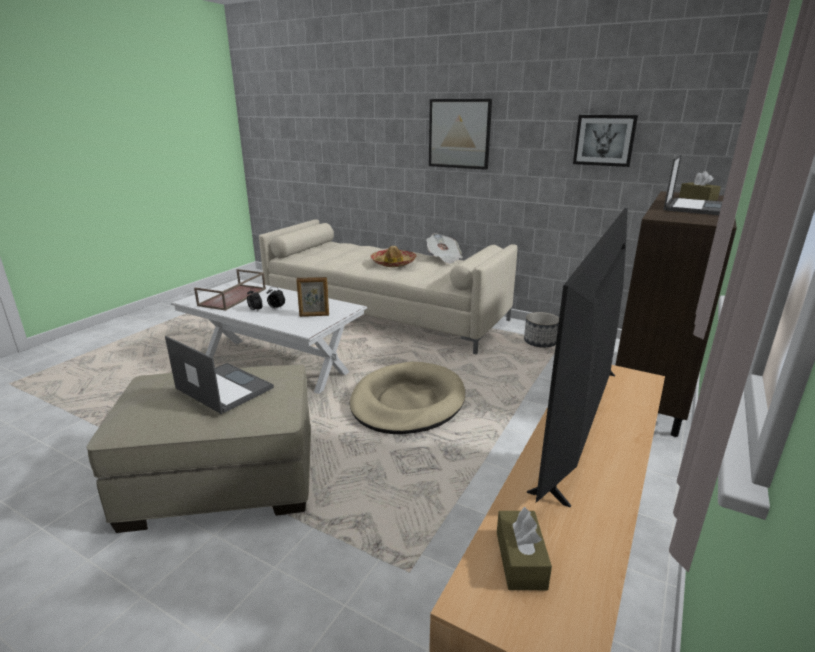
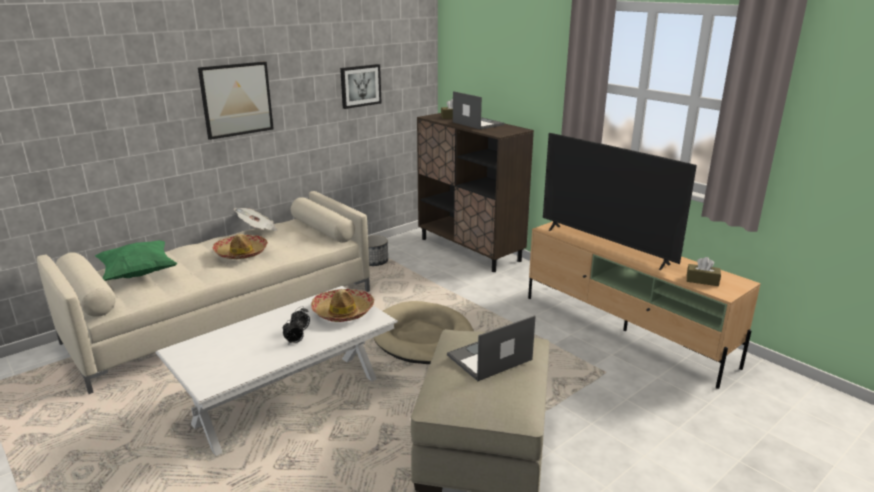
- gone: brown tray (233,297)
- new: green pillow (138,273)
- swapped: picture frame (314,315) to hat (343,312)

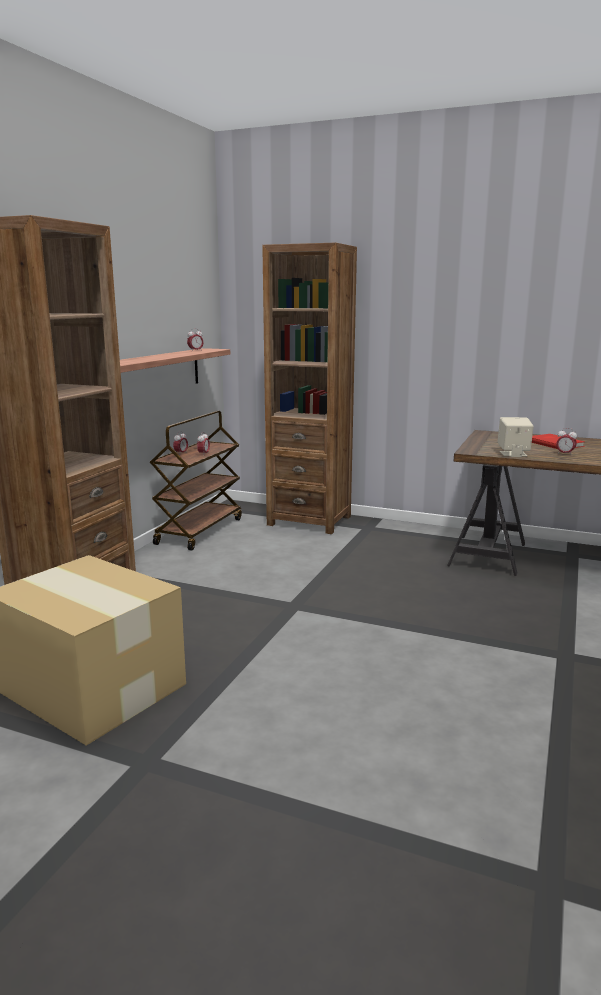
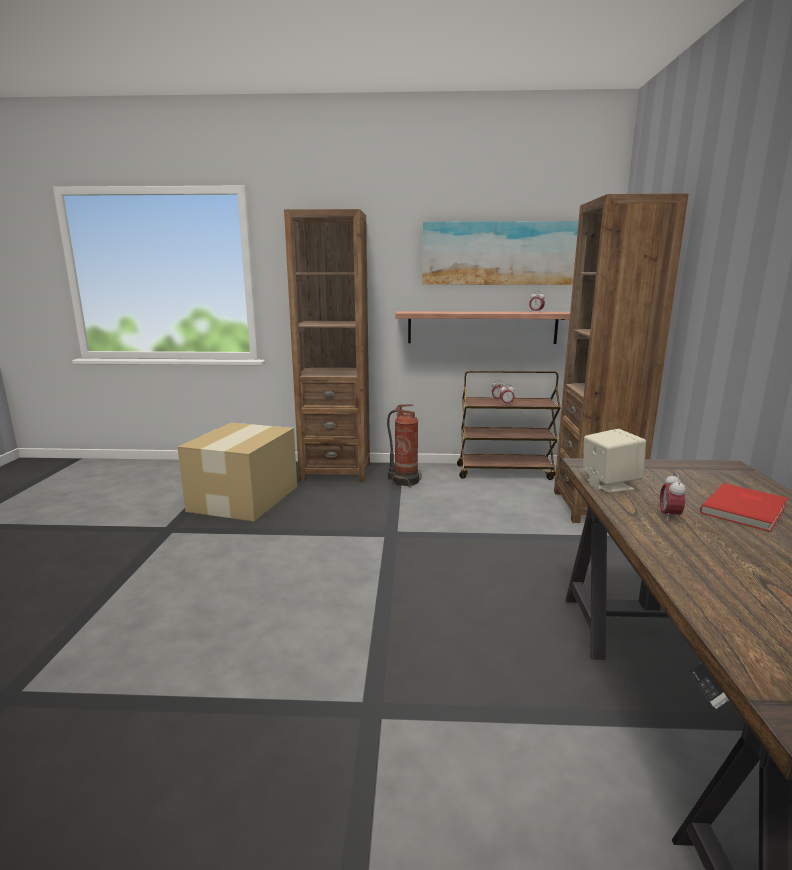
- new: fire extinguisher (404,481)
- new: picture (510,253)

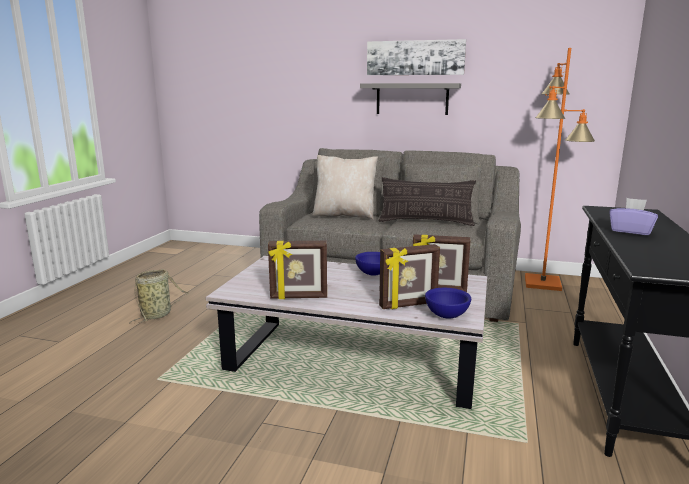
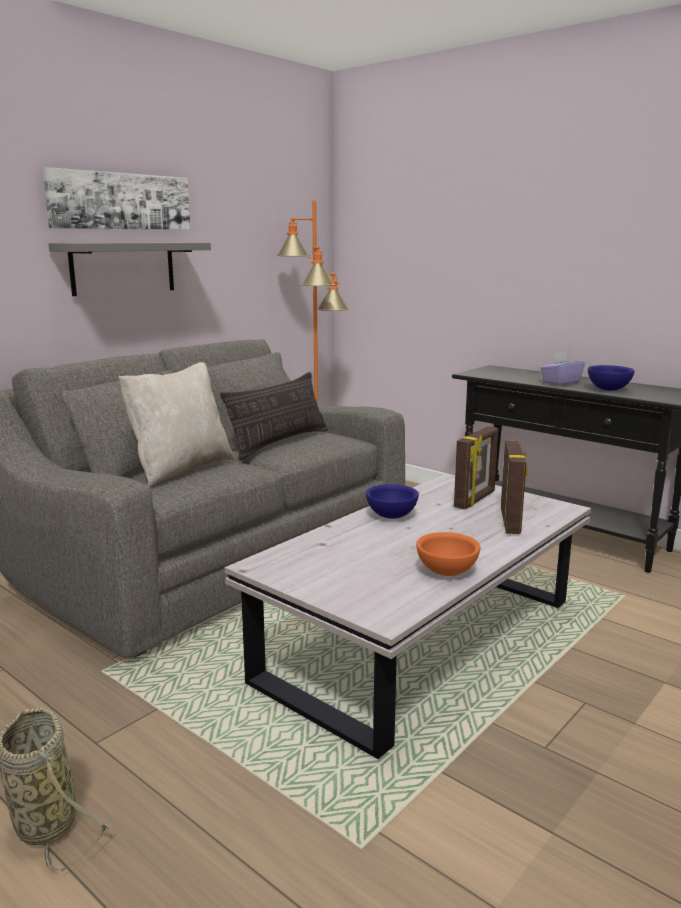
- shifted: blue bowl (446,316) to (609,390)
- swapped: picture frame (298,297) to orange bowl (446,571)

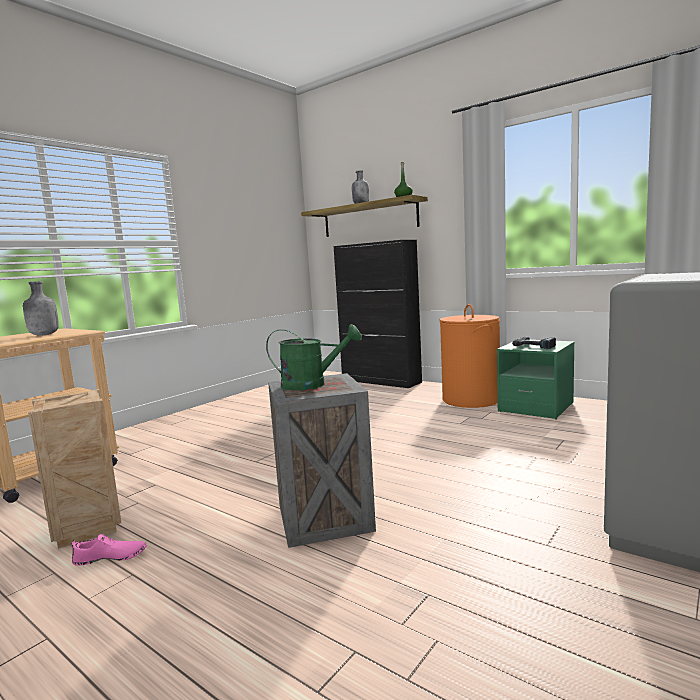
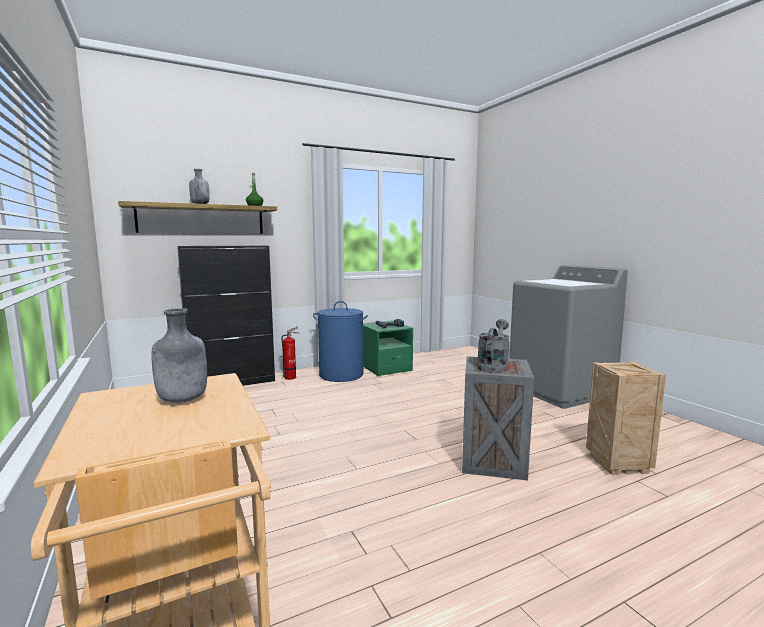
- gone: pink shoe (110,558)
- new: fire extinguisher (291,377)
- shifted: crate (86,528) to (617,464)
- repainted: green watering can (312,384) to grey watering can (493,365)
- repainted: orange laundry basket (470,400) to blue laundry basket (341,375)

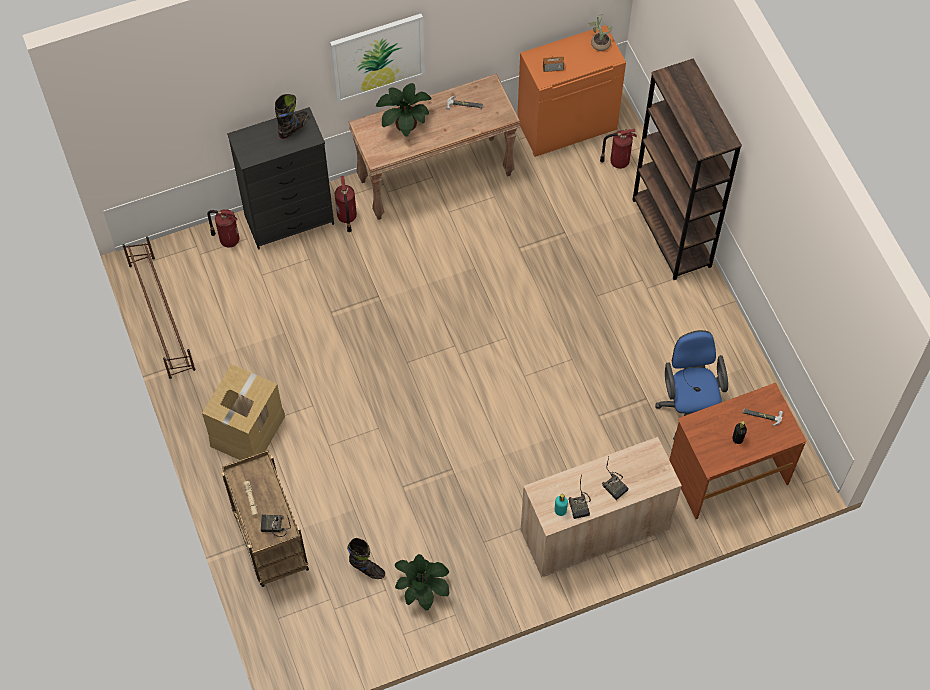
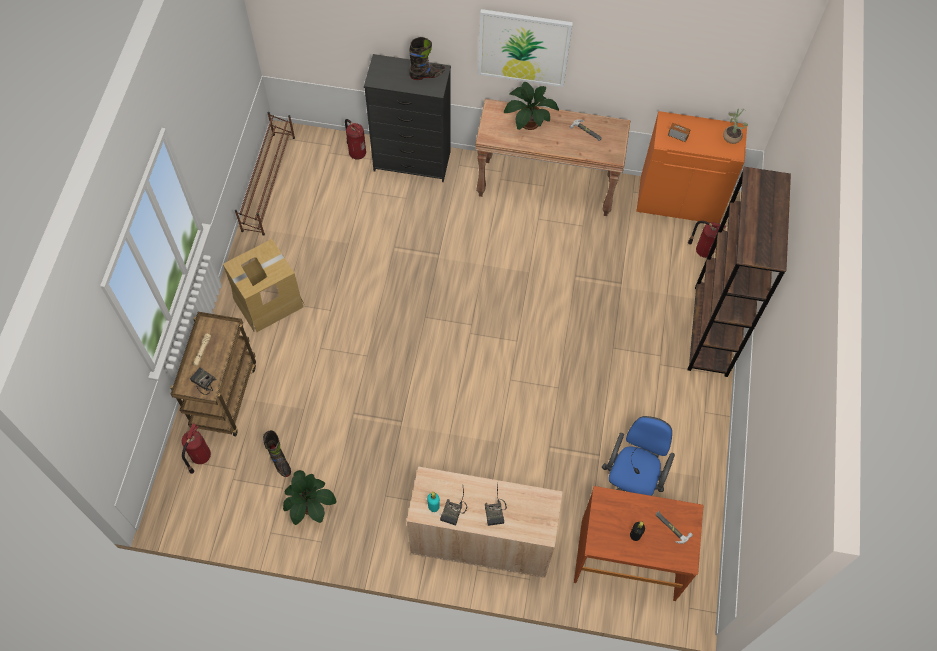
- shifted: fire extinguisher (347,217) to (200,457)

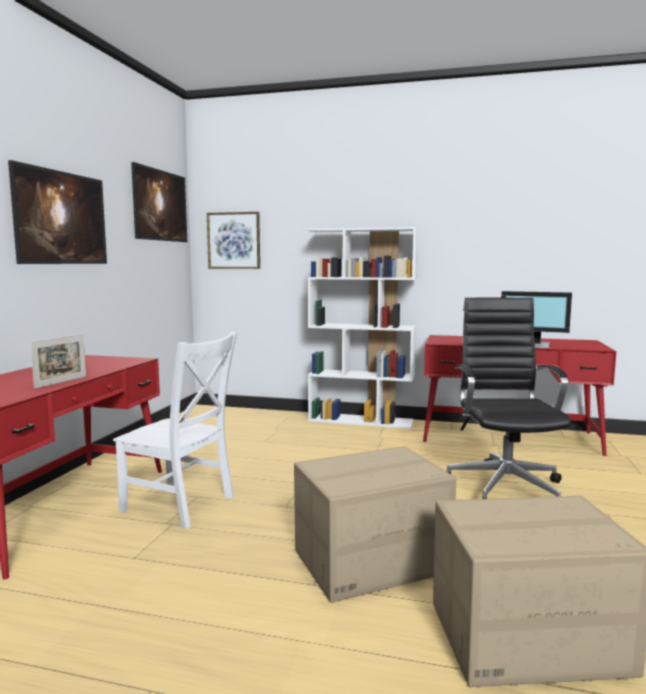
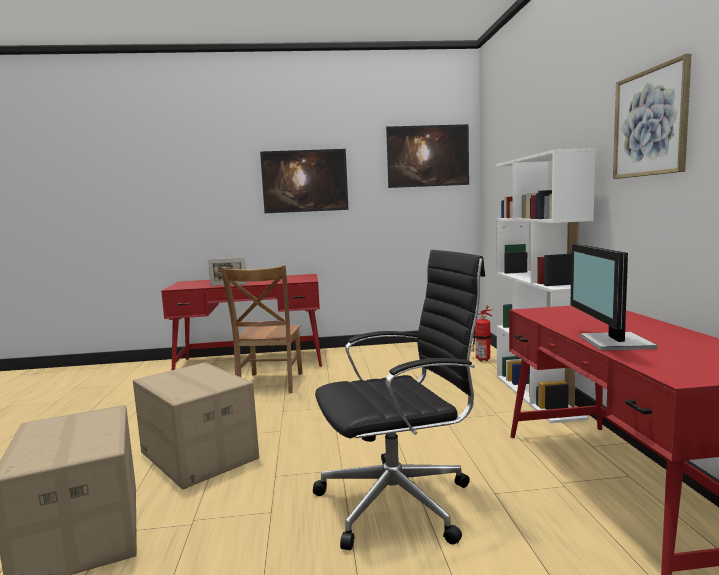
- new: fire extinguisher (481,359)
- shifted: picture (234,240) to (650,123)
- repainted: white chair (181,505) to brown chair (269,384)

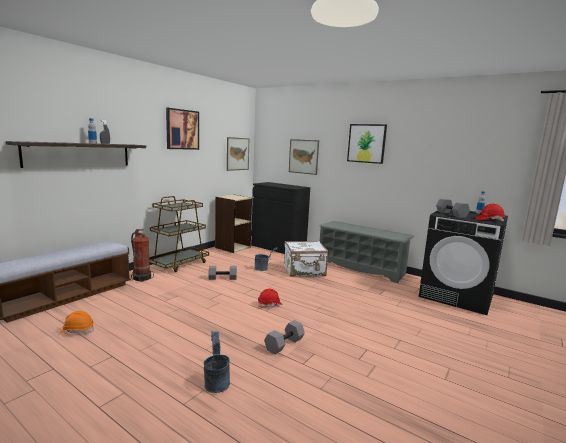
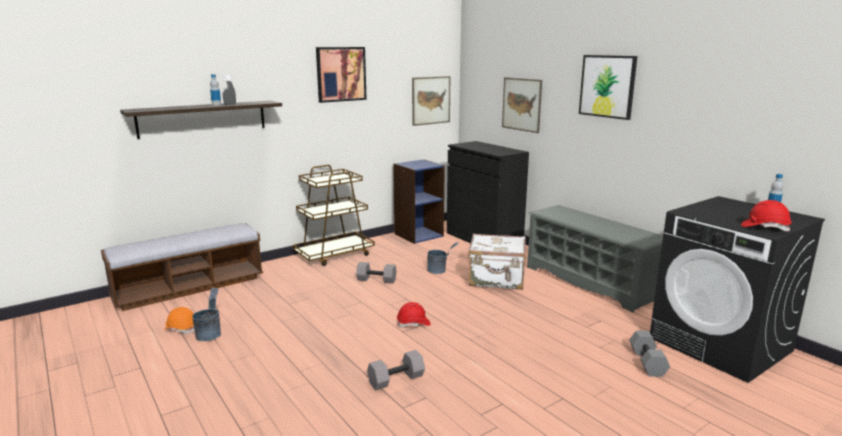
- gone: fire extinguisher (141,278)
- shifted: grey bucket (216,381) to (210,333)
- shifted: grey dumbbell (450,214) to (646,362)
- repainted: beige bookcase (232,247) to blue bookcase (418,235)

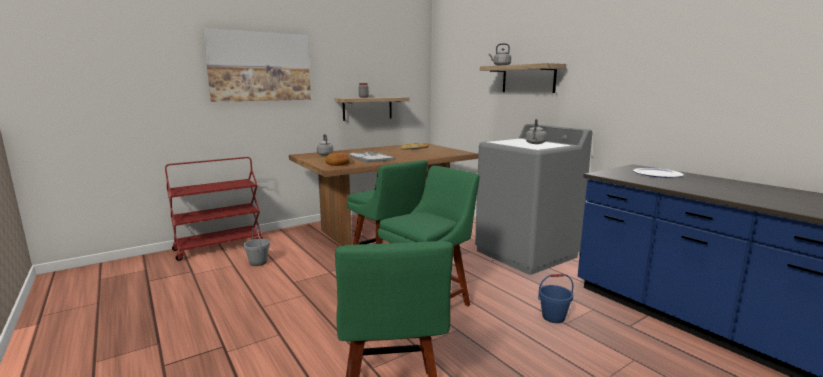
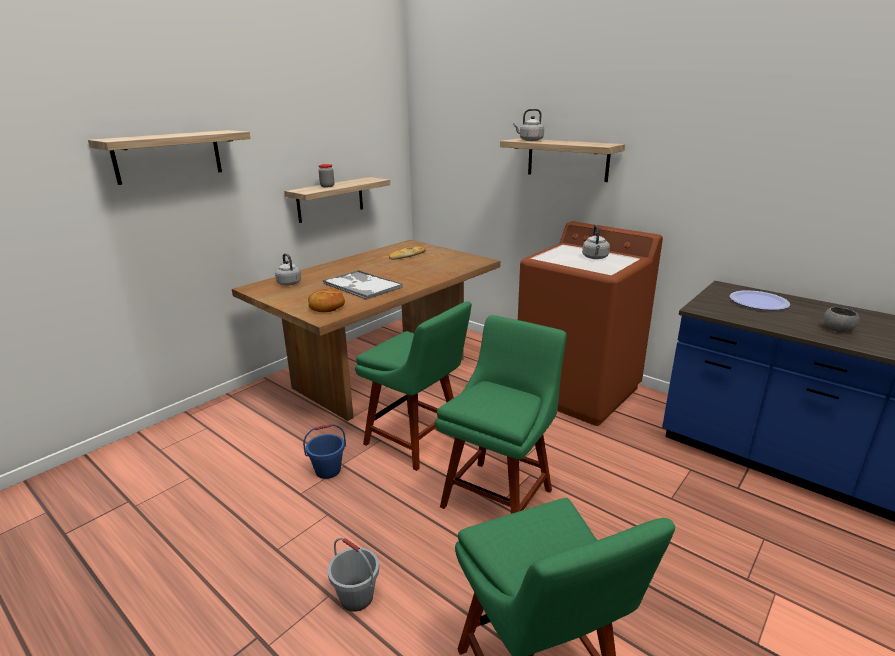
- gone: red cart (219,246)
- new: grey bowl (837,330)
- shifted: grey bucket (258,262) to (356,597)
- shifted: blue bucket (553,317) to (328,470)
- swapped: picture (260,67) to shelf (168,156)
- repainted: grey washing machine (526,254) to brown washing machine (578,391)

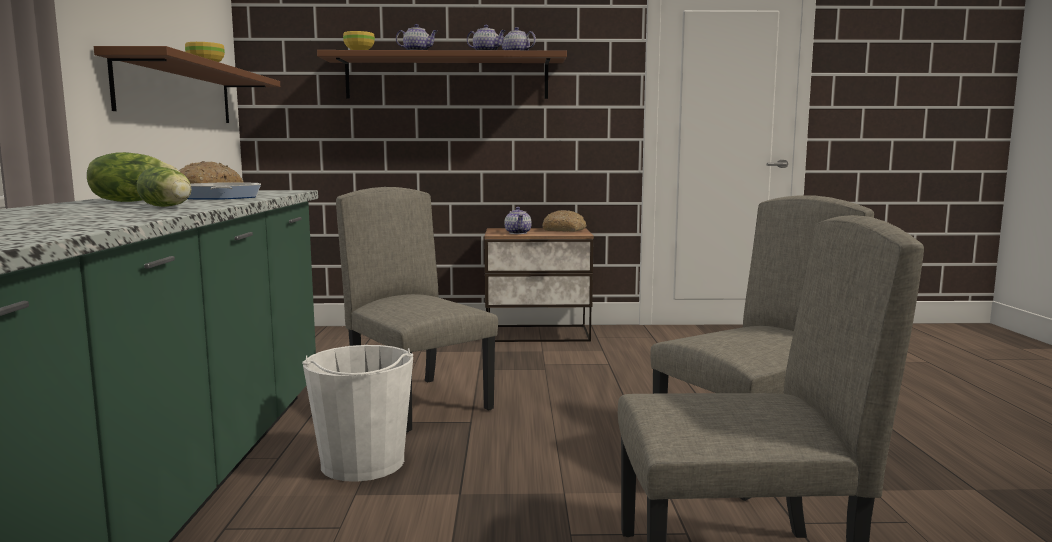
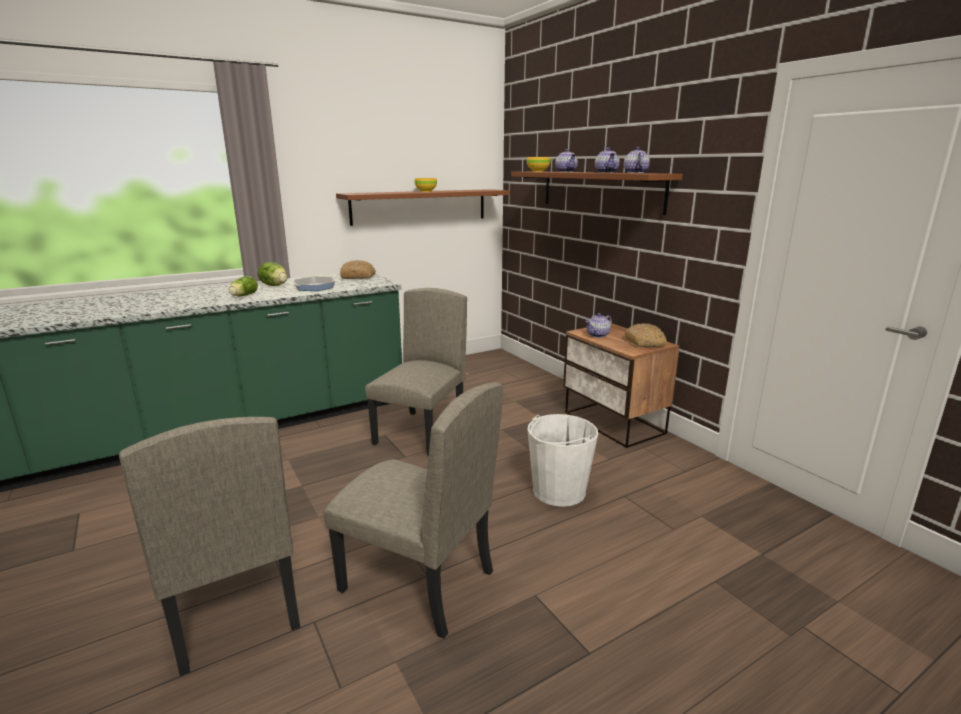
- shifted: white bucket (362,463) to (558,491)

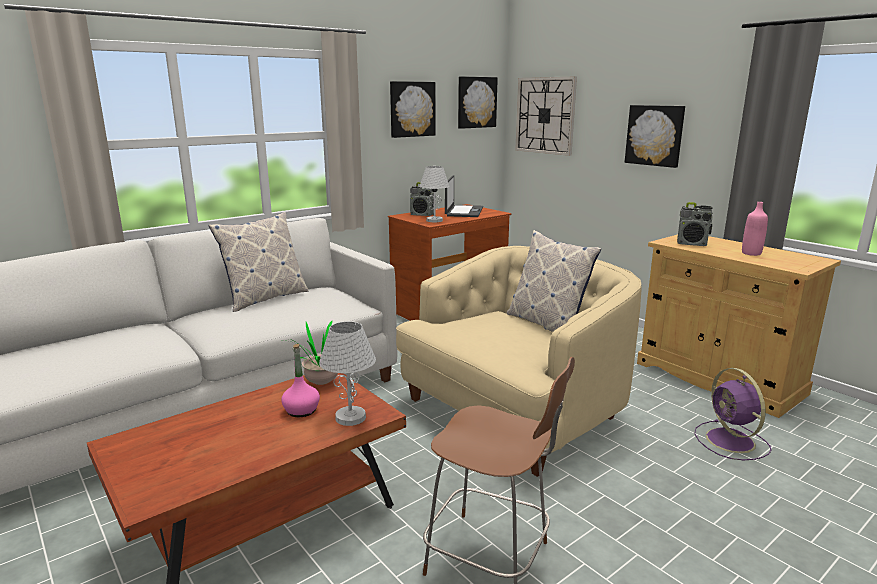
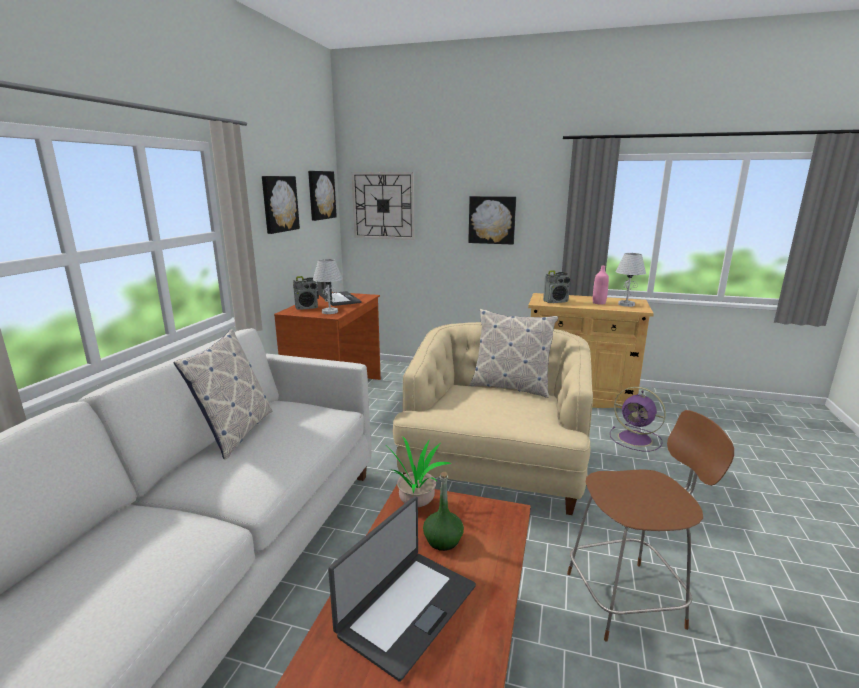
- new: laptop (406,609)
- shifted: white table lamp (351,417) to (626,304)
- repainted: pink bottle (301,410) to green bottle (443,540)

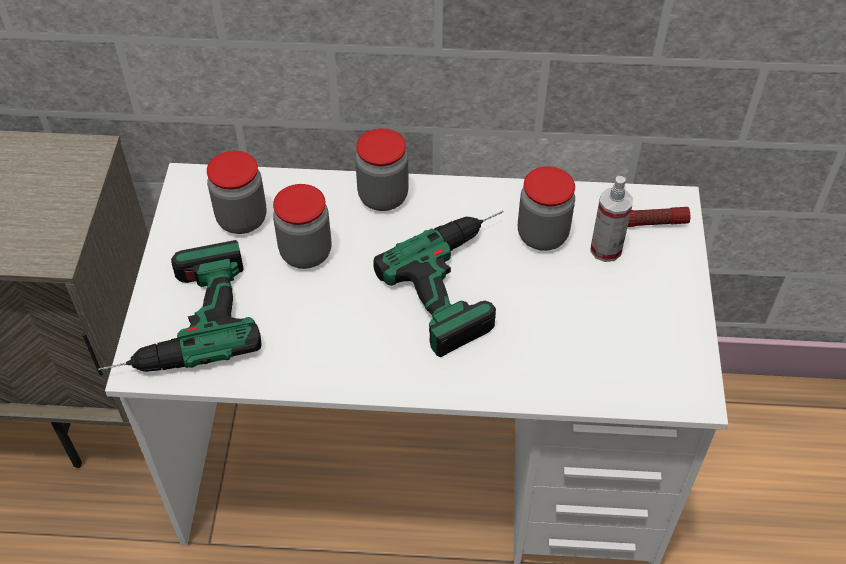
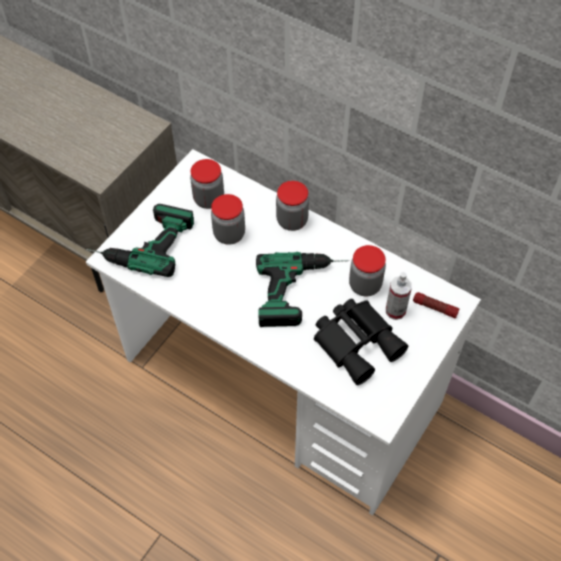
- new: black binoculars (357,341)

